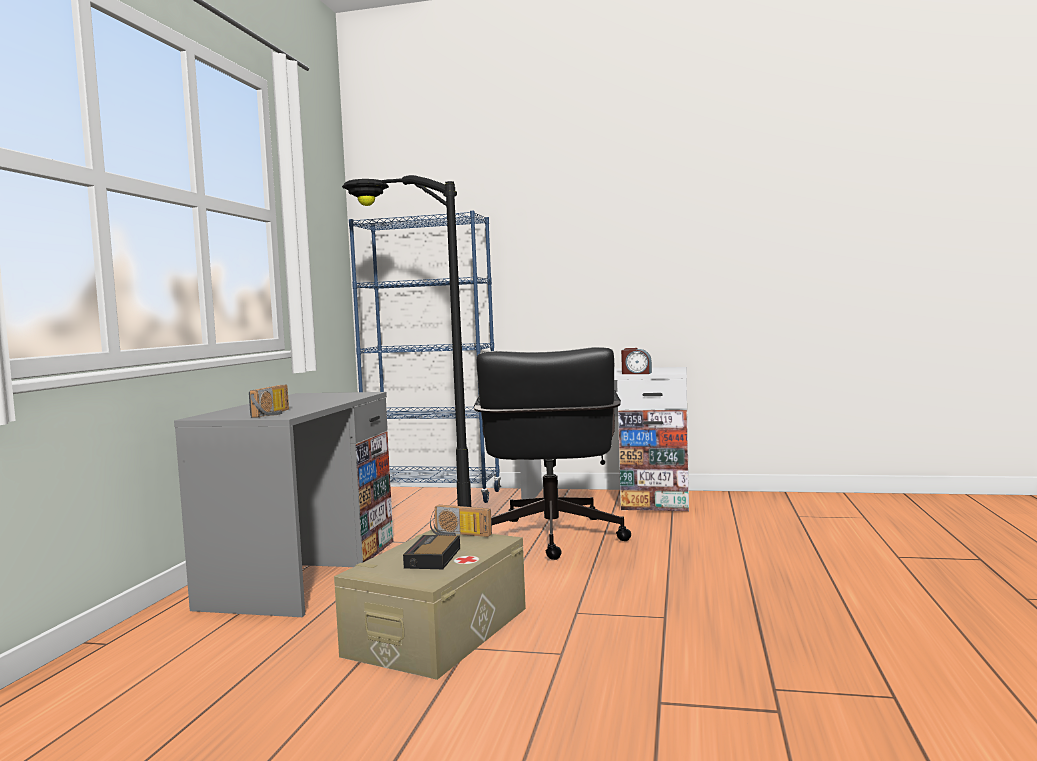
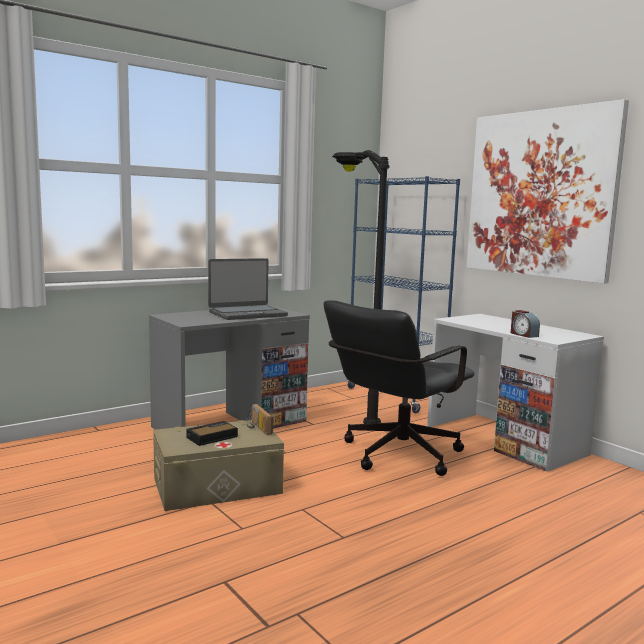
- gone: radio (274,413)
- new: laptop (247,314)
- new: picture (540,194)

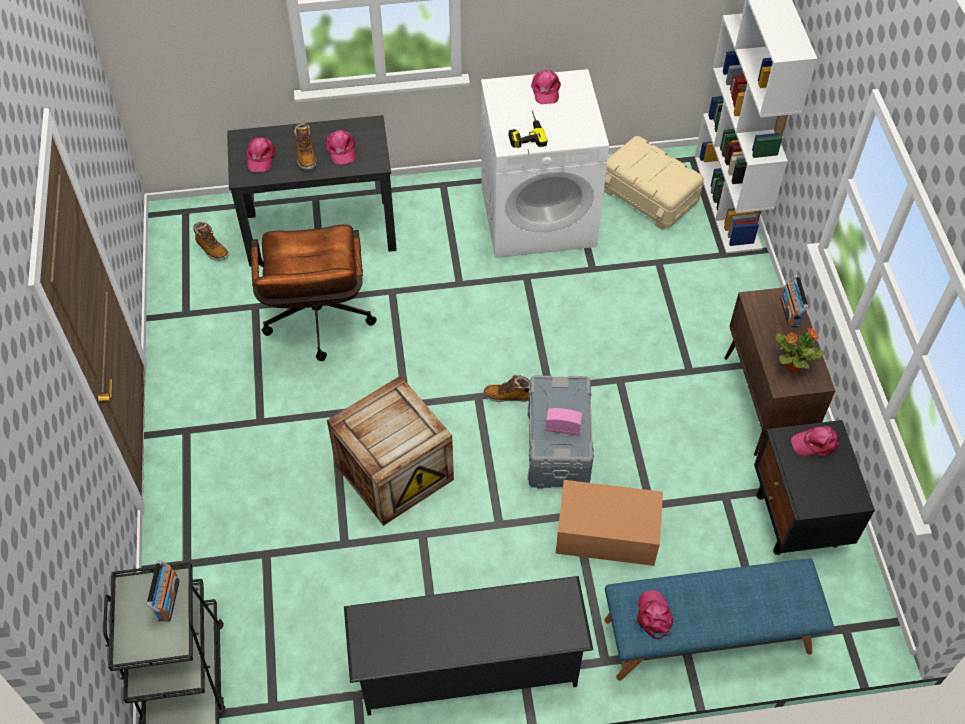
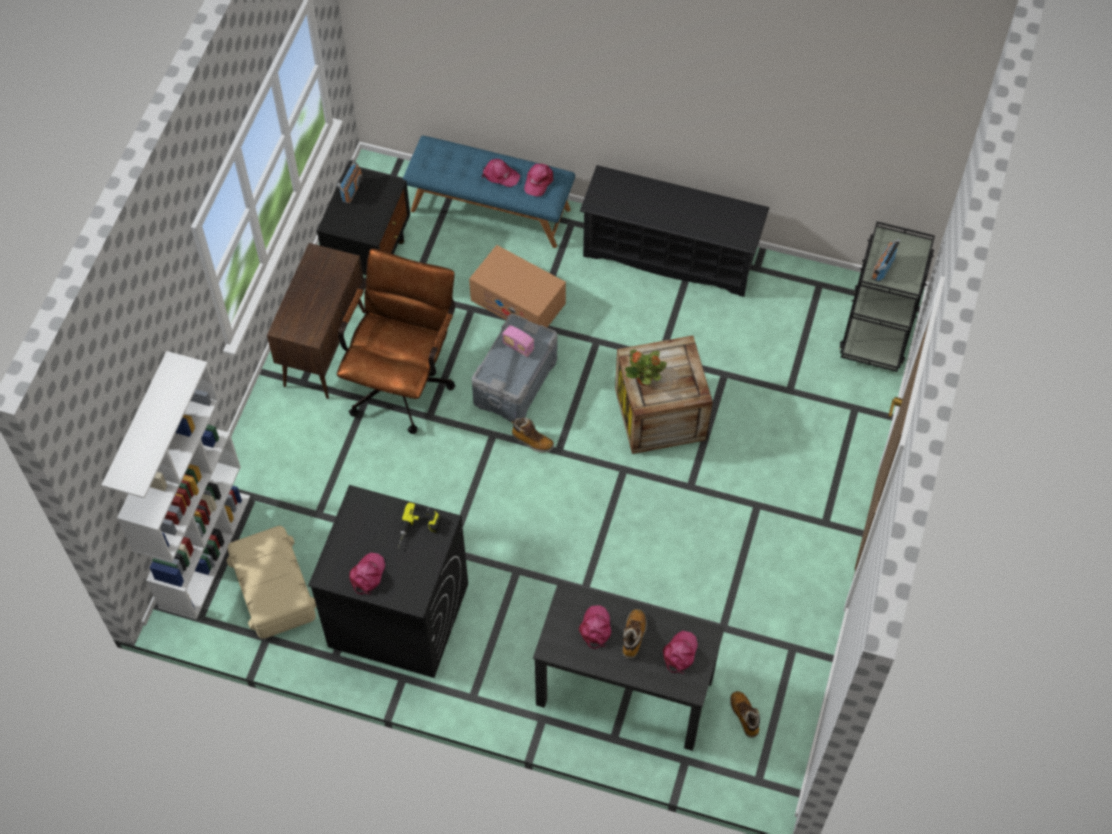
- shifted: brown office chair (318,324) to (403,379)
- shifted: potted plant (791,366) to (645,380)
- shifted: radio (789,312) to (352,190)
- shifted: pink cap (816,443) to (500,175)
- repainted: white washing machine (539,215) to black washing machine (397,615)

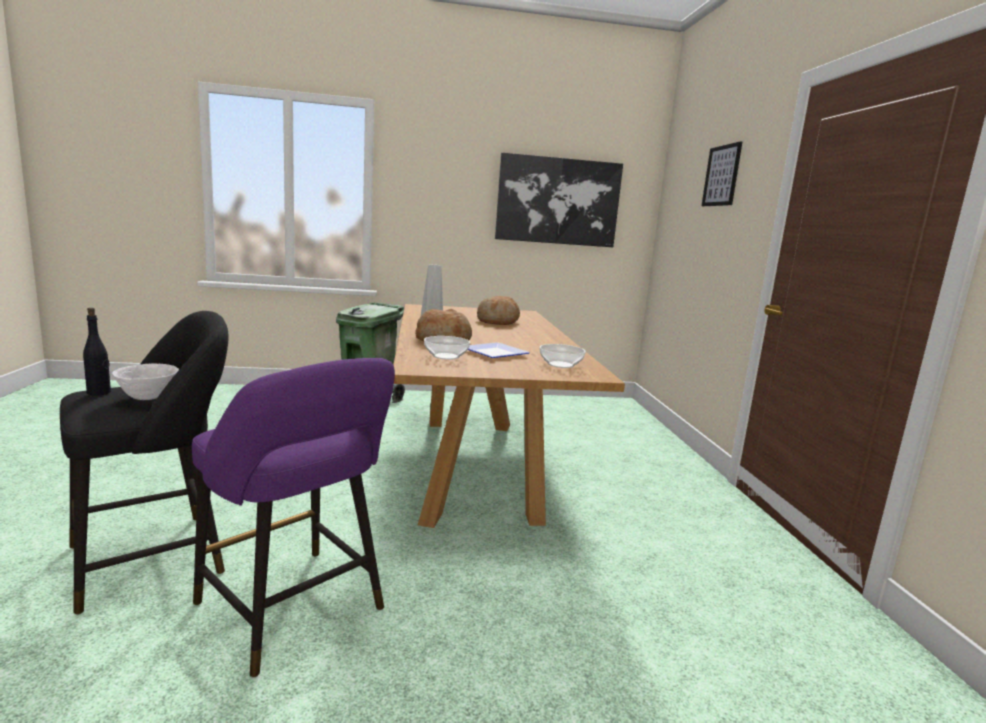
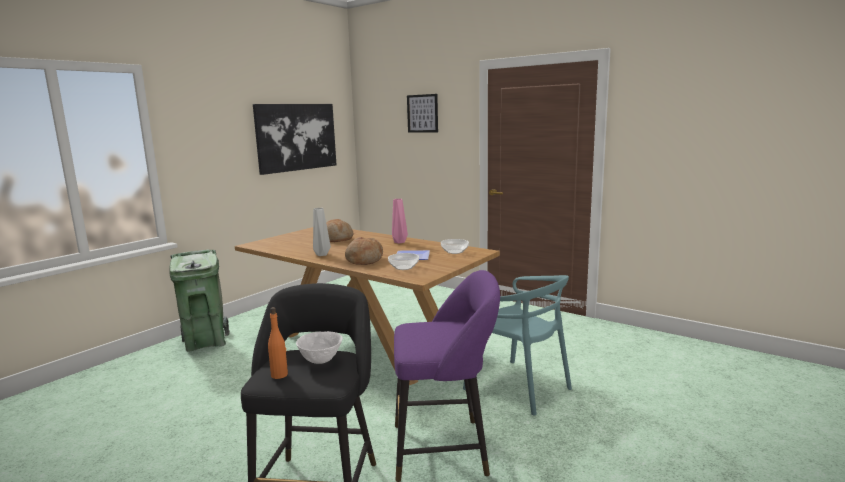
- new: pink vase (399,242)
- new: turquoise chair (517,387)
- repainted: black bottle (99,392) to orange bottle (279,375)

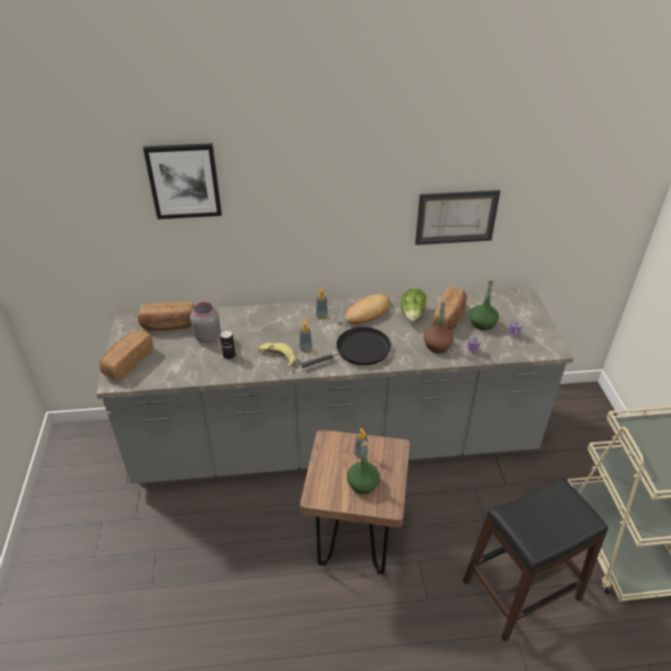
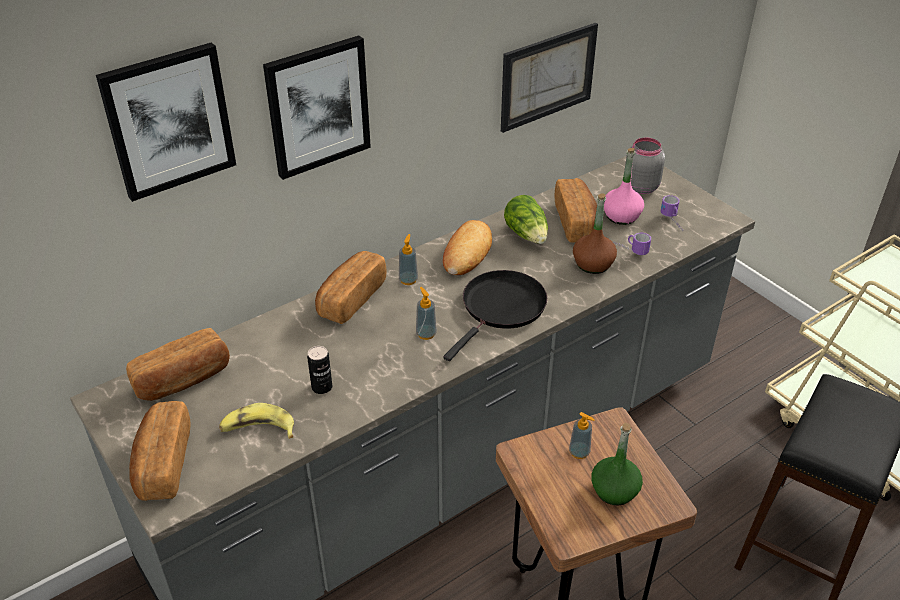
- new: picture (318,106)
- new: bread (350,298)
- shifted: grey jar (207,336) to (639,187)
- shifted: banana (277,357) to (258,429)
- repainted: green bottle (482,323) to pink bottle (621,216)

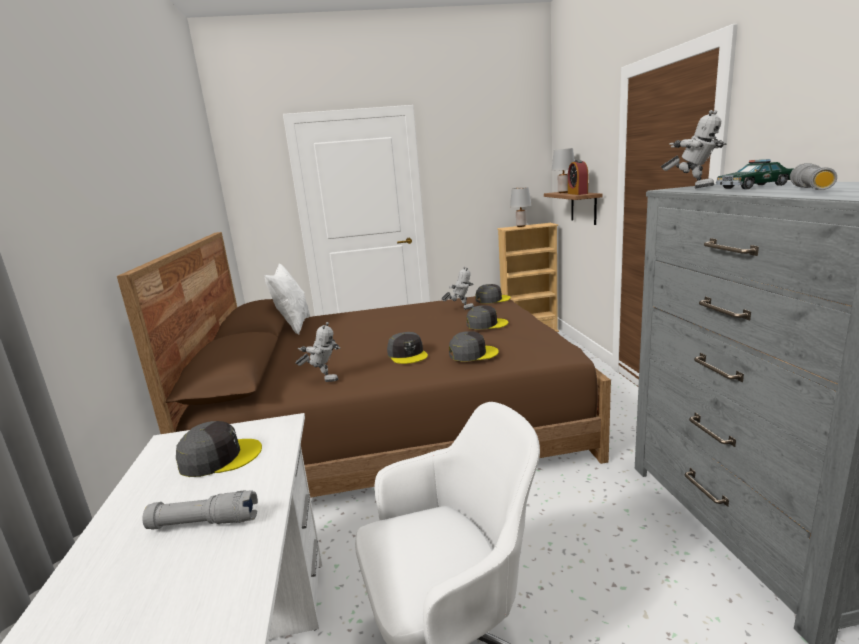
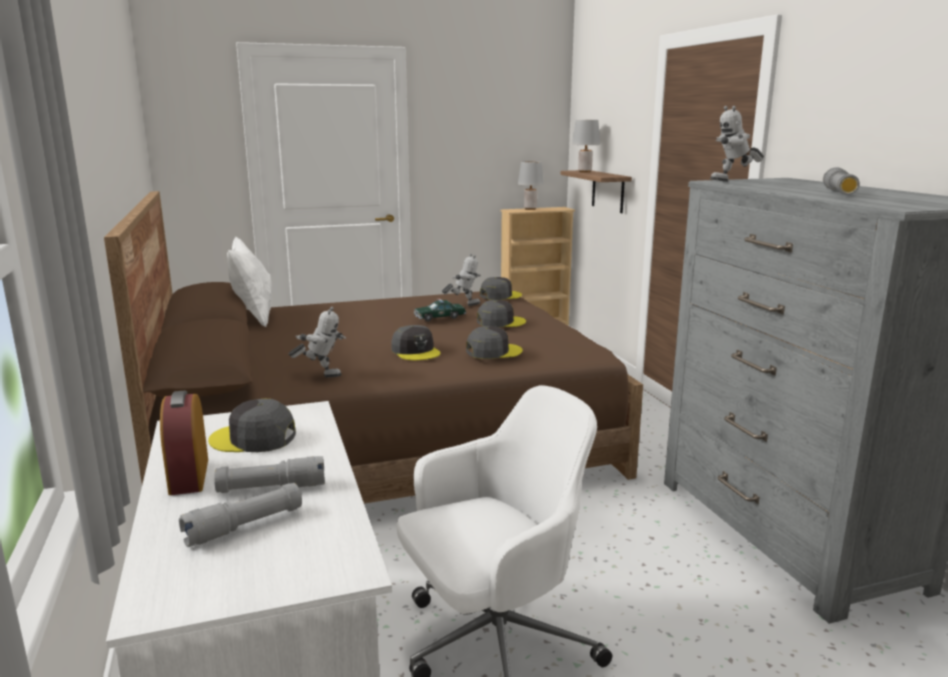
- new: grey flashlight (244,526)
- shifted: alarm clock (577,193) to (189,476)
- shifted: toy car (755,187) to (439,317)
- rotated: grey cap (220,457) = (253,438) 150 degrees counterclockwise
- rotated: toy robot (692,188) = (733,182) 120 degrees clockwise

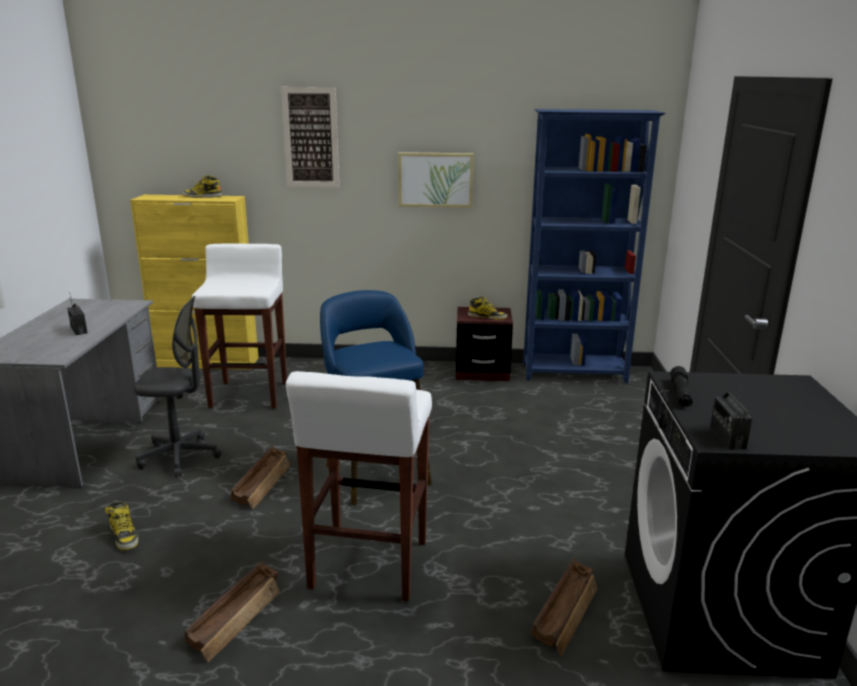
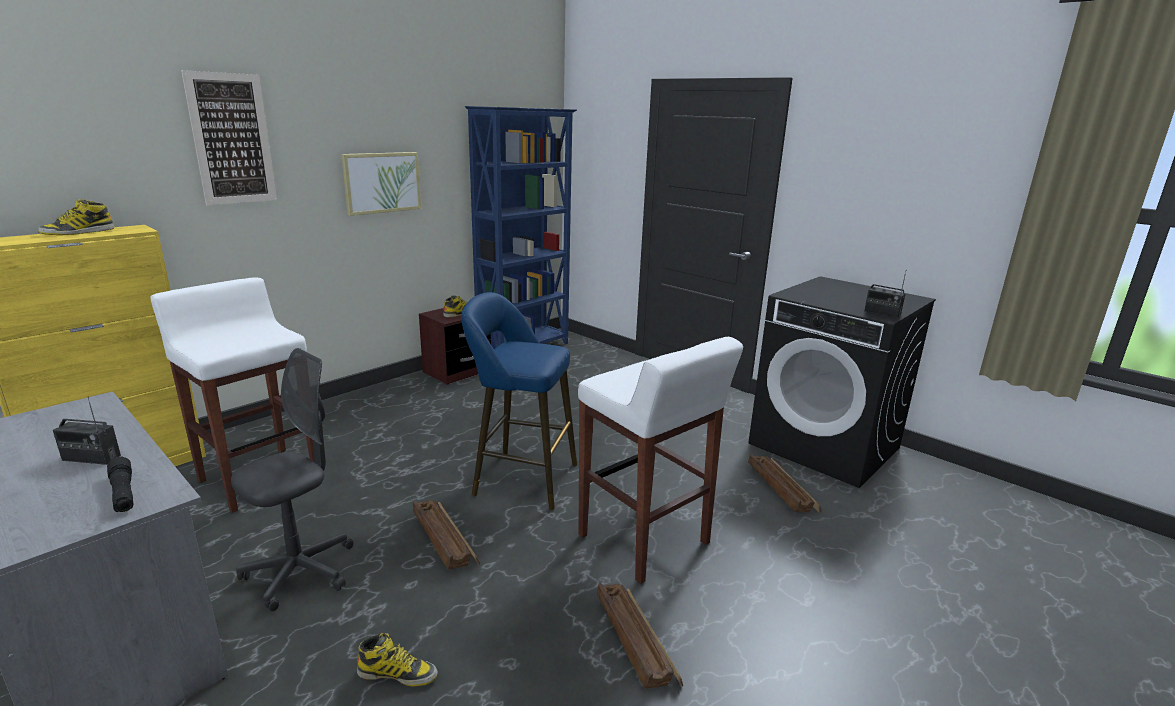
- shifted: black flashlight (680,394) to (123,493)

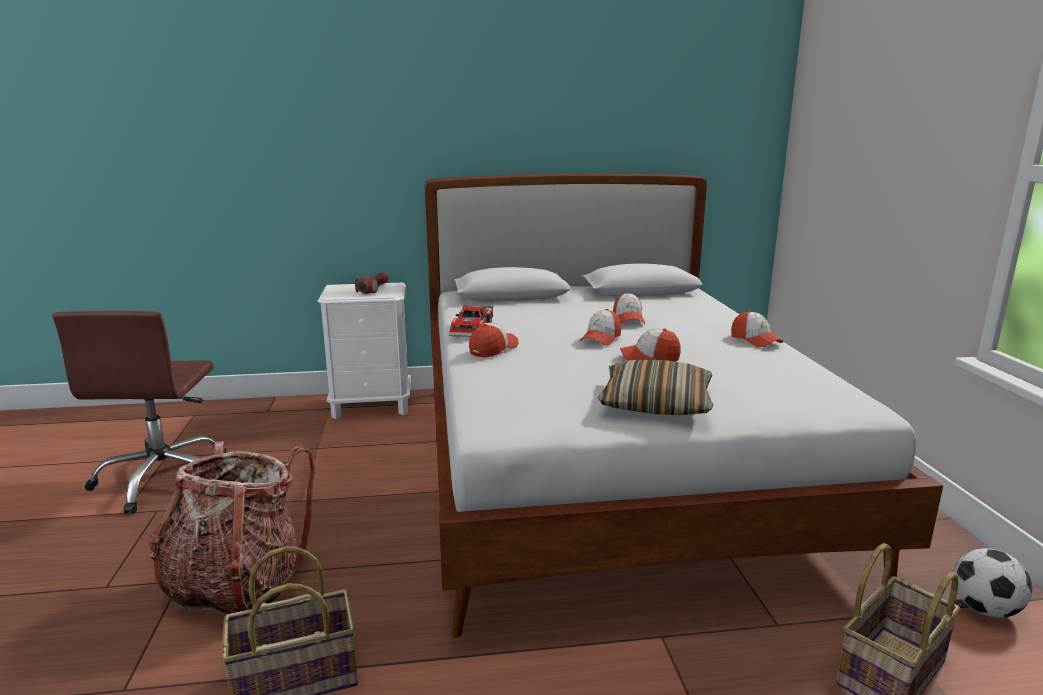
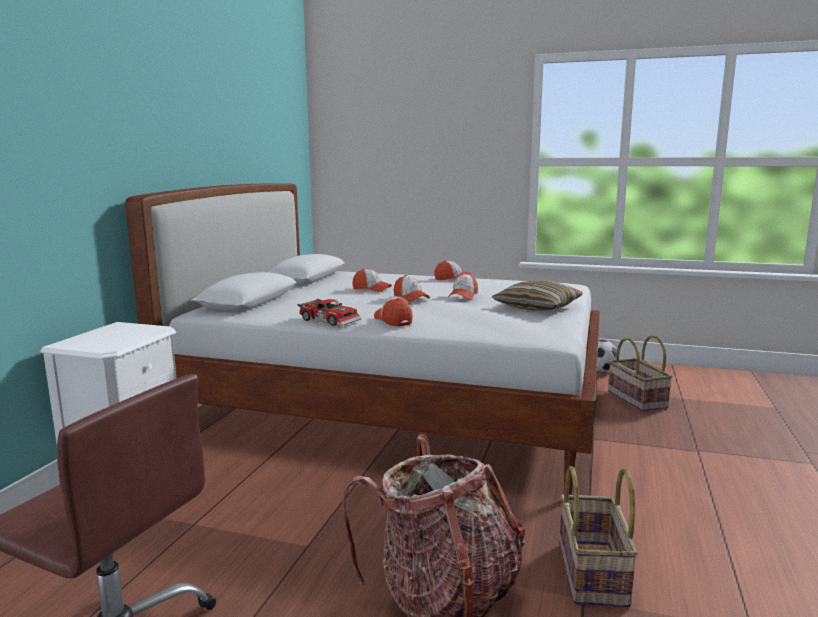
- gone: flashlight (373,289)

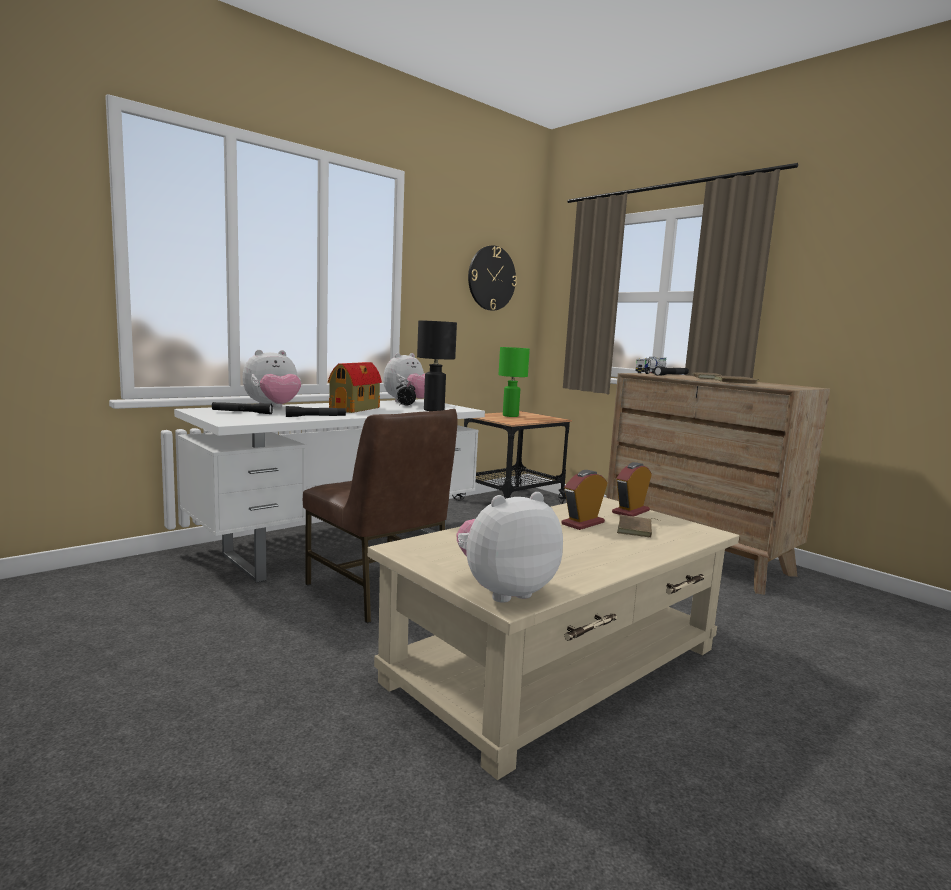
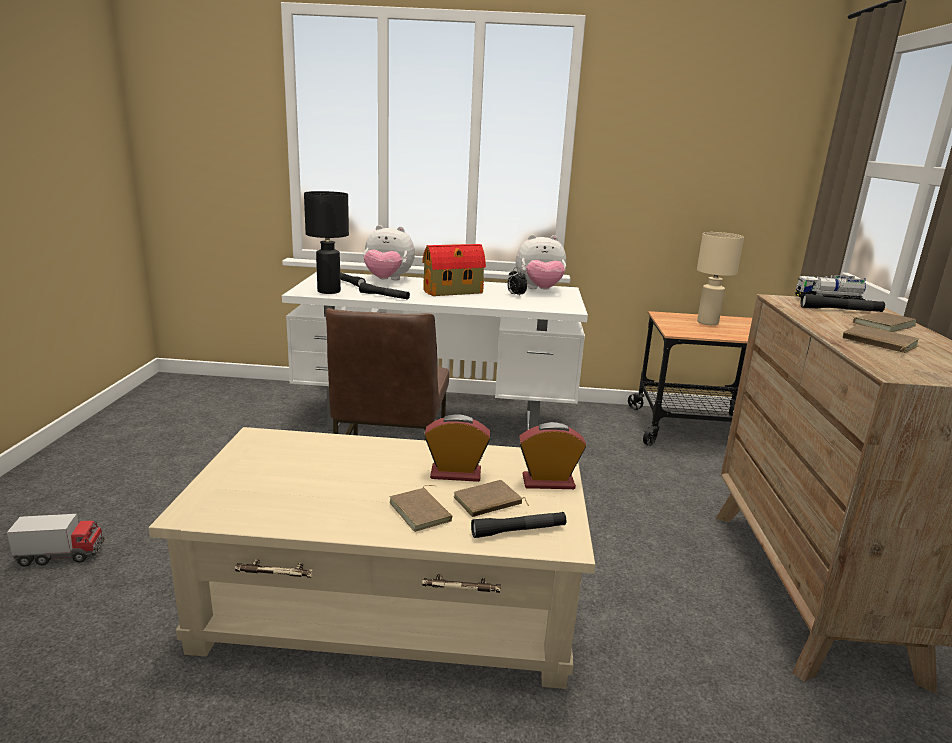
- gone: plush toy (504,591)
- gone: wall clock (491,278)
- new: toy truck (61,555)
- new: brown book (422,512)
- new: black flashlight (518,531)
- shifted: black table lamp (434,410) to (328,291)
- repainted: green table lamp (510,416) to beige table lamp (707,323)

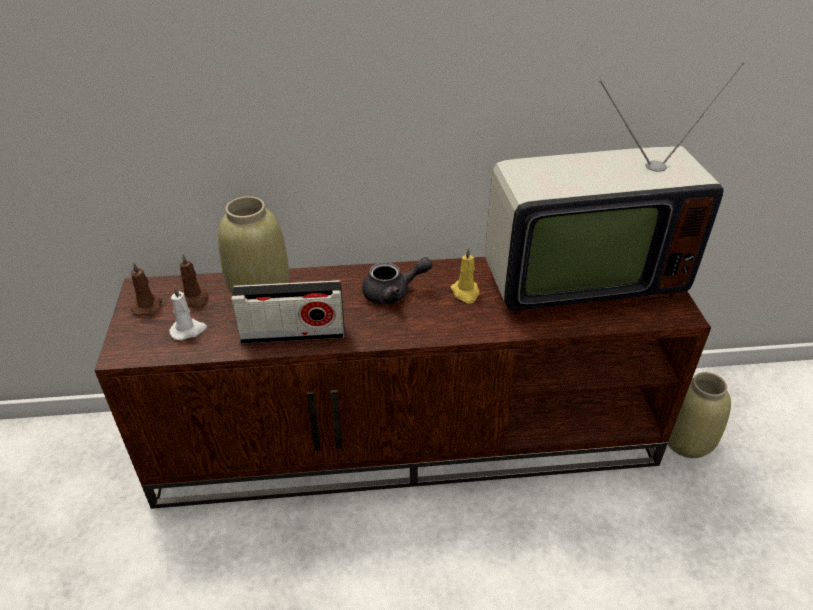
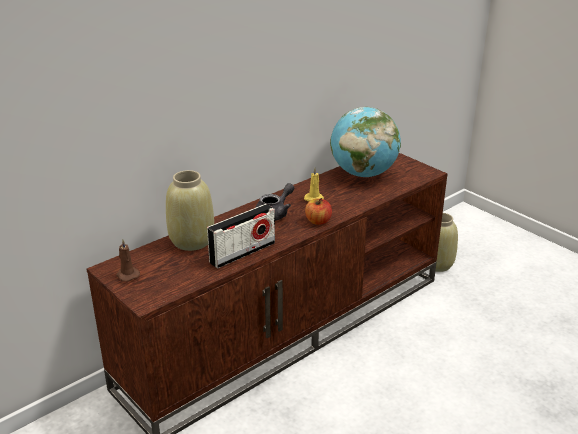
- gone: white candle (188,330)
- gone: brown candle (194,299)
- new: apple (318,221)
- swapped: television (576,278) to globe (363,174)

